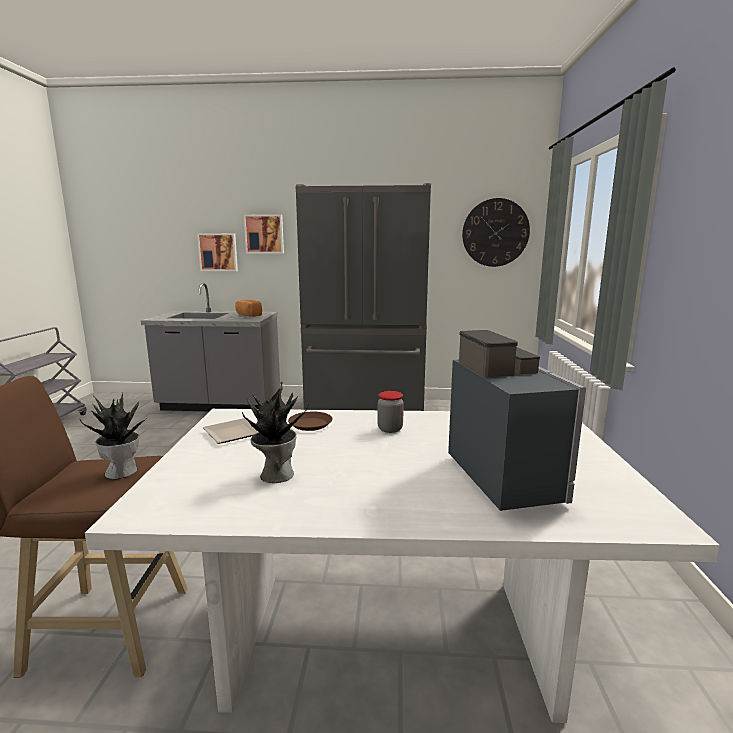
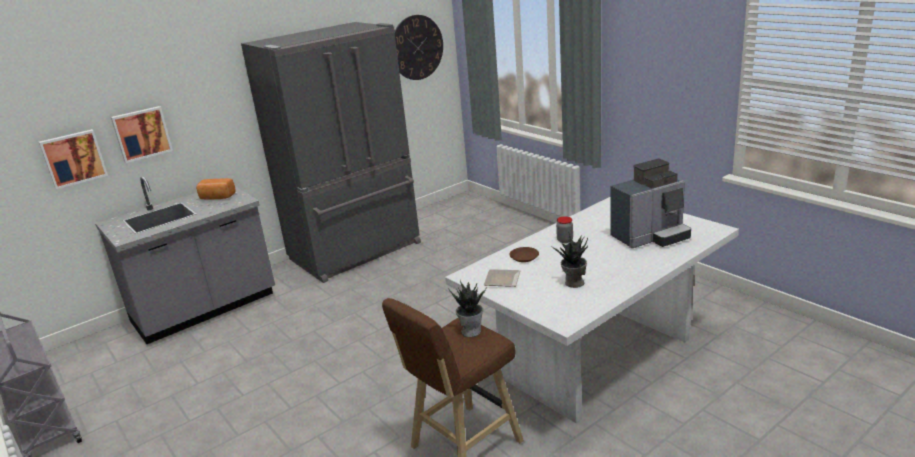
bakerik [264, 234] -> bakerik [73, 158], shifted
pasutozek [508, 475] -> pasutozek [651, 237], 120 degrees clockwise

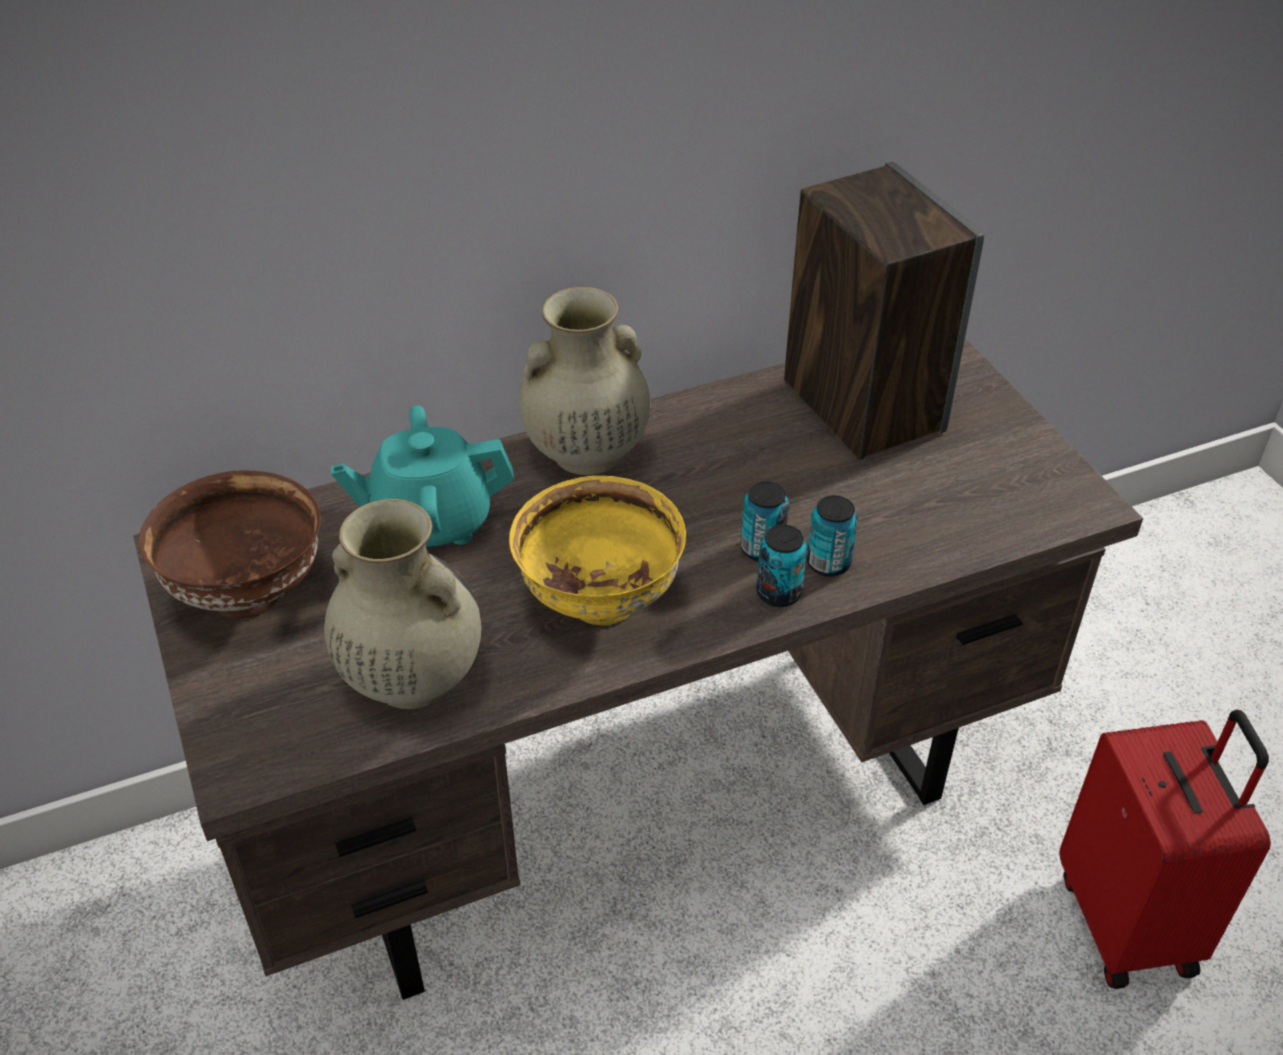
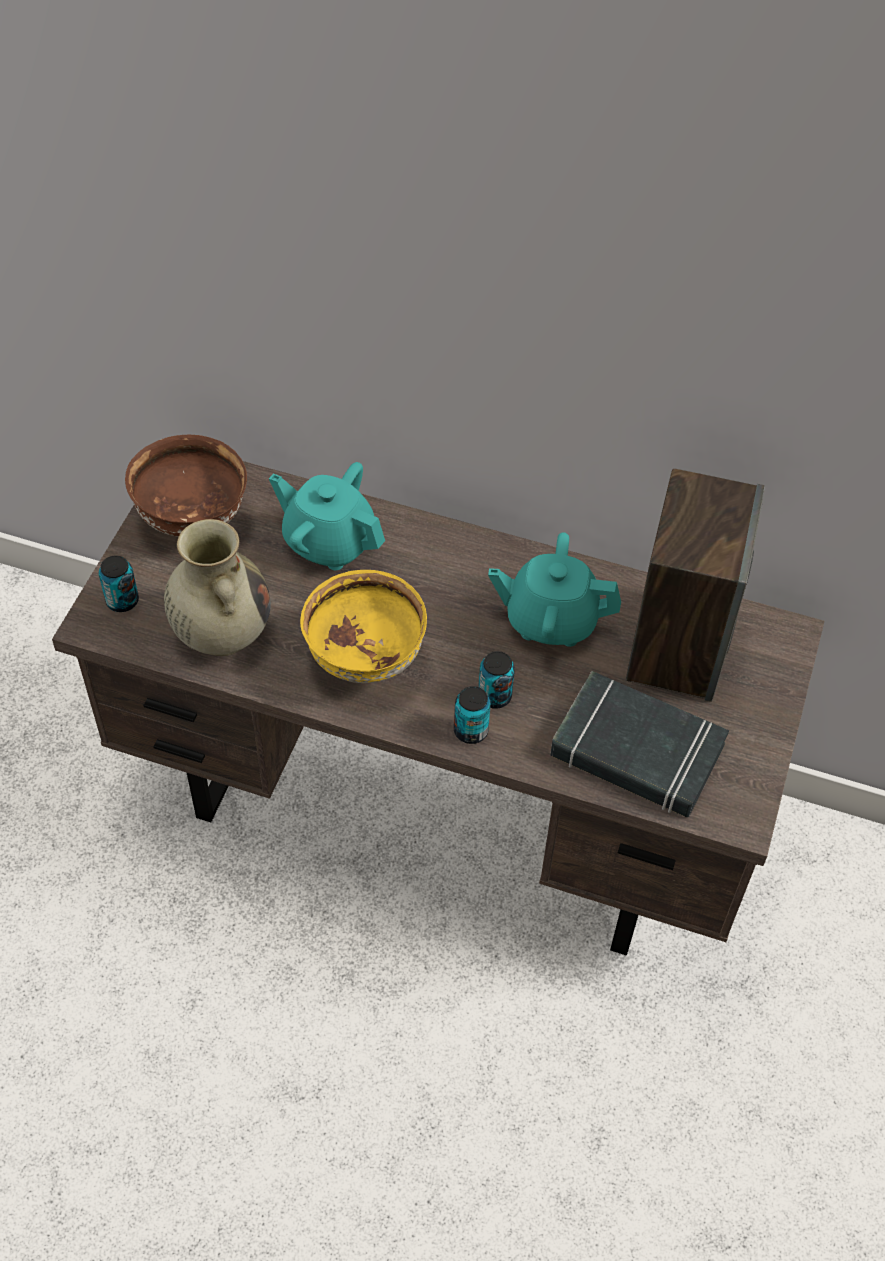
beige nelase [585, 453] -> none
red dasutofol [1129, 922] -> none
none -> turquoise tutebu [550, 620]
none -> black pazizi [636, 752]
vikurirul [828, 563] -> vikurirul [122, 601], shifted

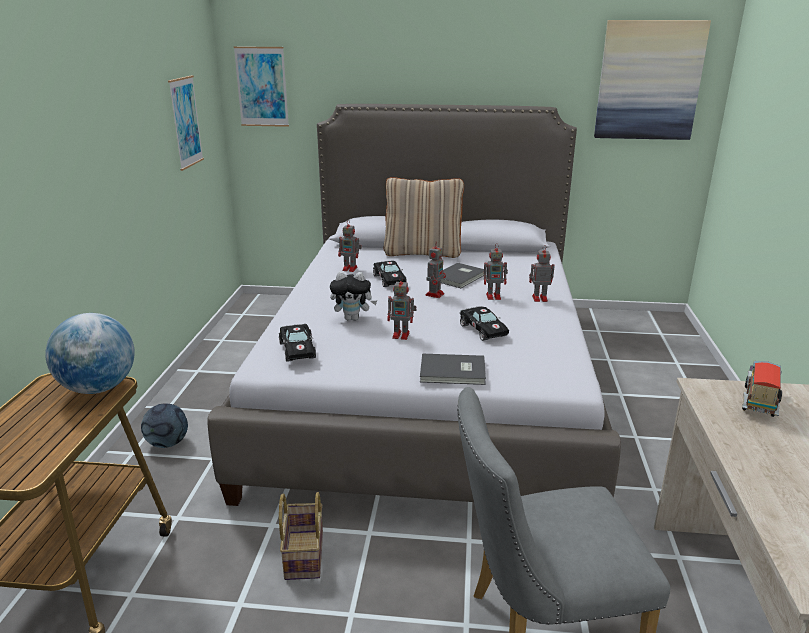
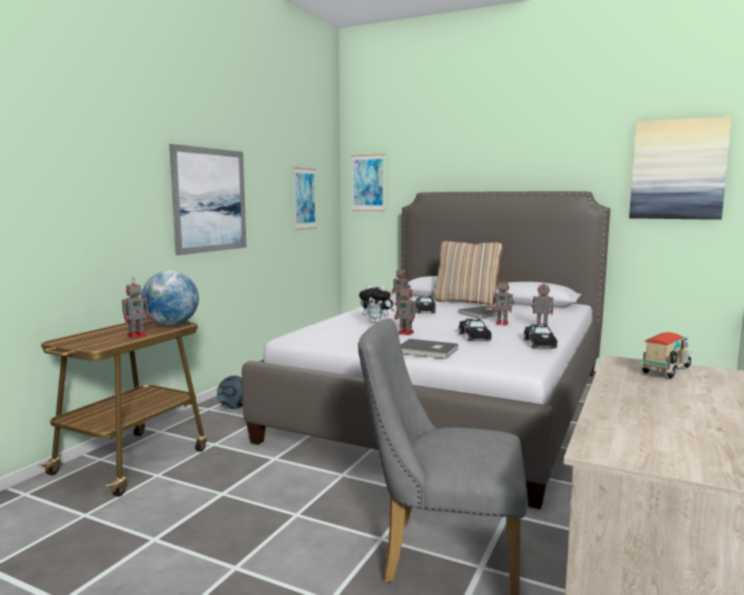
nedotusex [303, 554] -> none
none -> bakerik [210, 200]
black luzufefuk [297, 349] -> black luzufefuk [540, 343], shifted
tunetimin [435, 294] -> tunetimin [138, 335], shifted

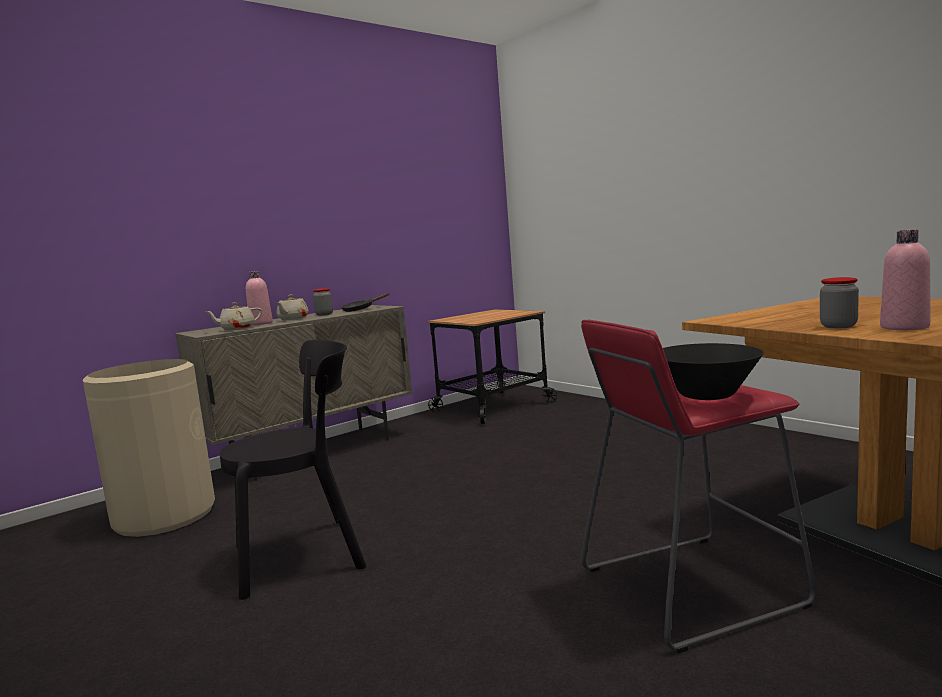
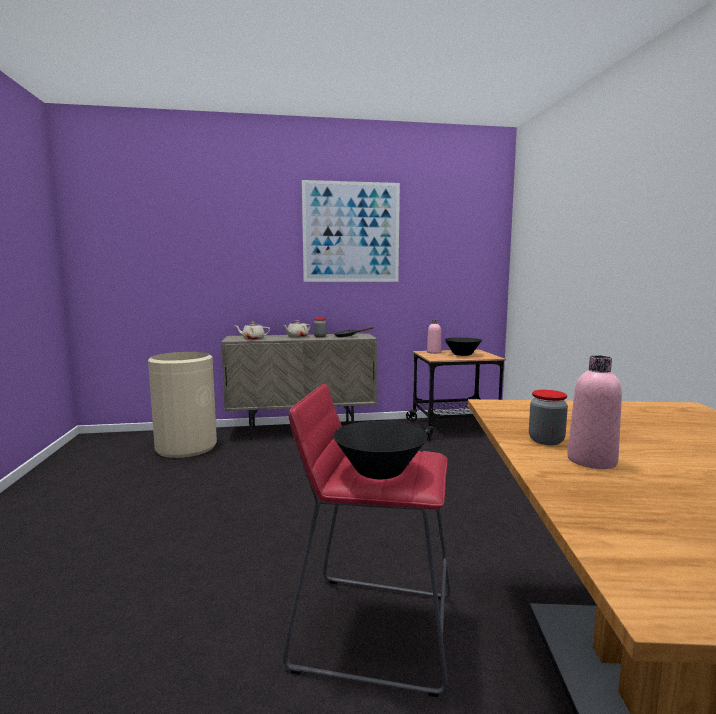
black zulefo [306, 554] -> none
none -> bakerik [351, 232]
none -> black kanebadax [462, 354]
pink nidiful [261, 323] -> pink nidiful [434, 352], shifted

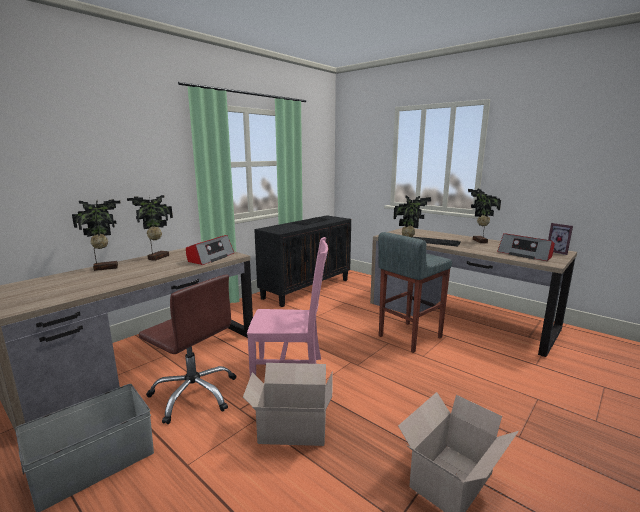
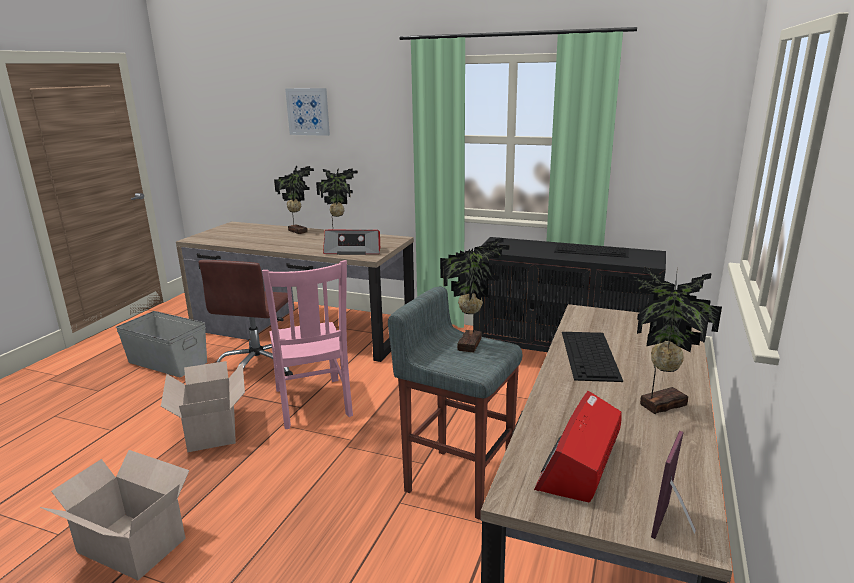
none -> bakerik [308, 111]

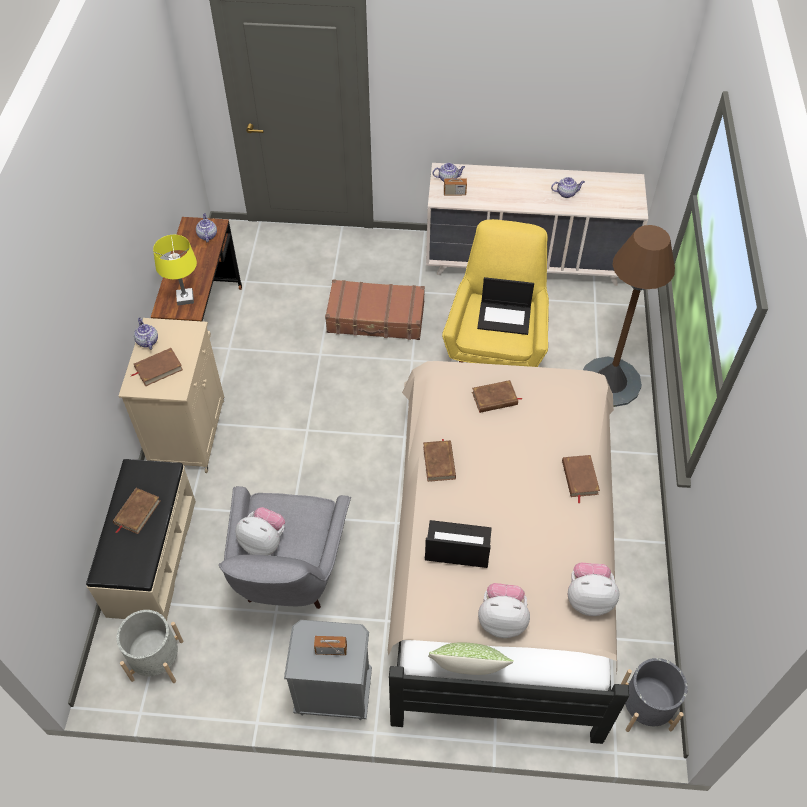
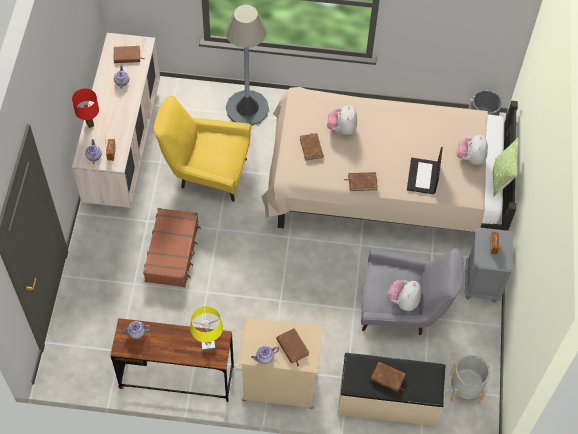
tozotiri [505, 317] -> none
none -> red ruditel [89, 124]
brown pazizi [579, 478] -> brown pazizi [127, 56], shifted
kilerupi [588, 598] -> kilerupi [342, 128], shifted
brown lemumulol [610, 382] -> grey lemumulol [247, 108]

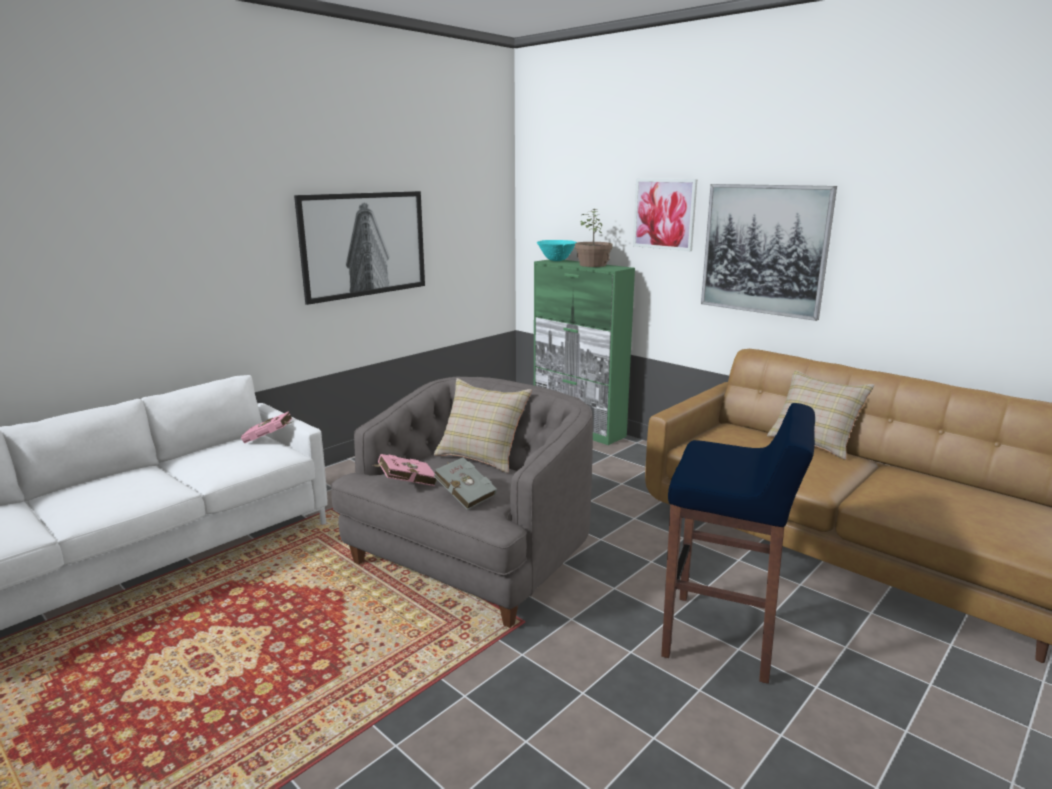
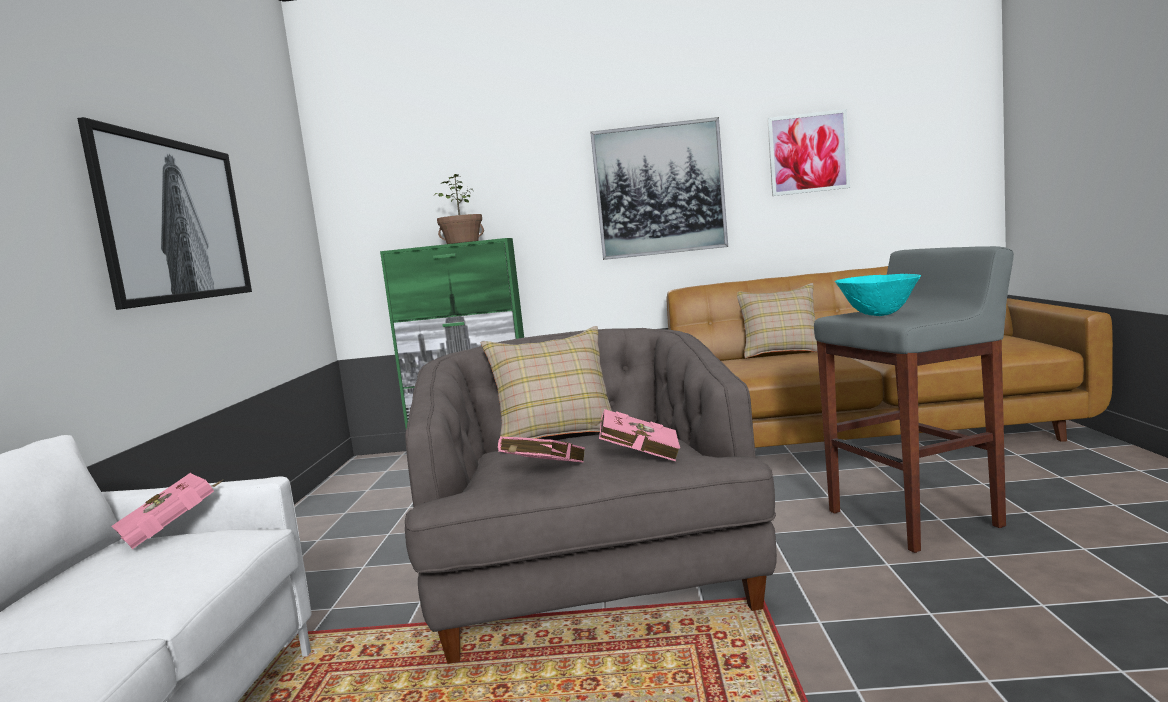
turquoise kanebadax [557, 260] -> turquoise kanebadax [878, 315], shifted
bakerik [664, 214] -> bakerik [808, 153], shifted
grey pazizi [464, 495] -> pink pazizi [636, 456]
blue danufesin [722, 637] -> grey danufesin [915, 518]

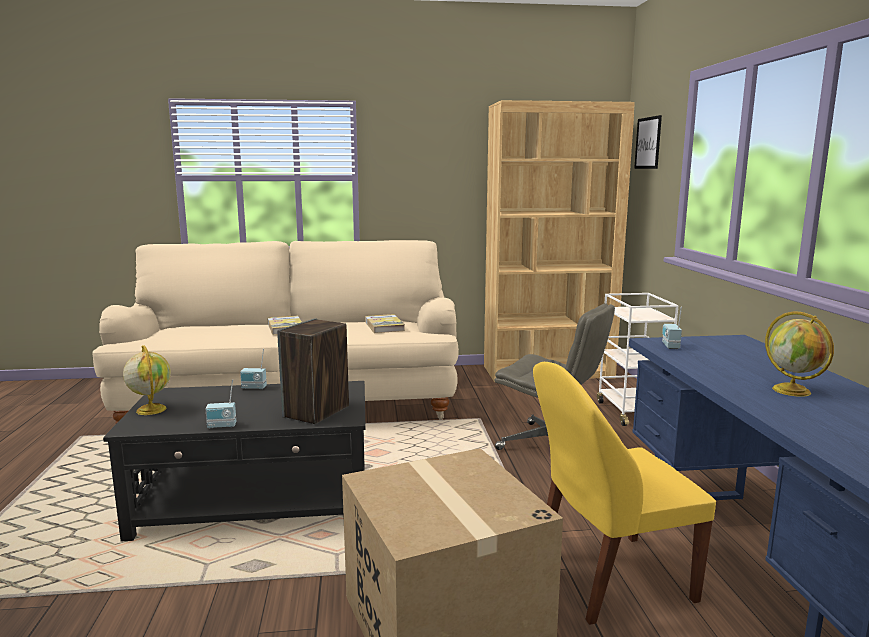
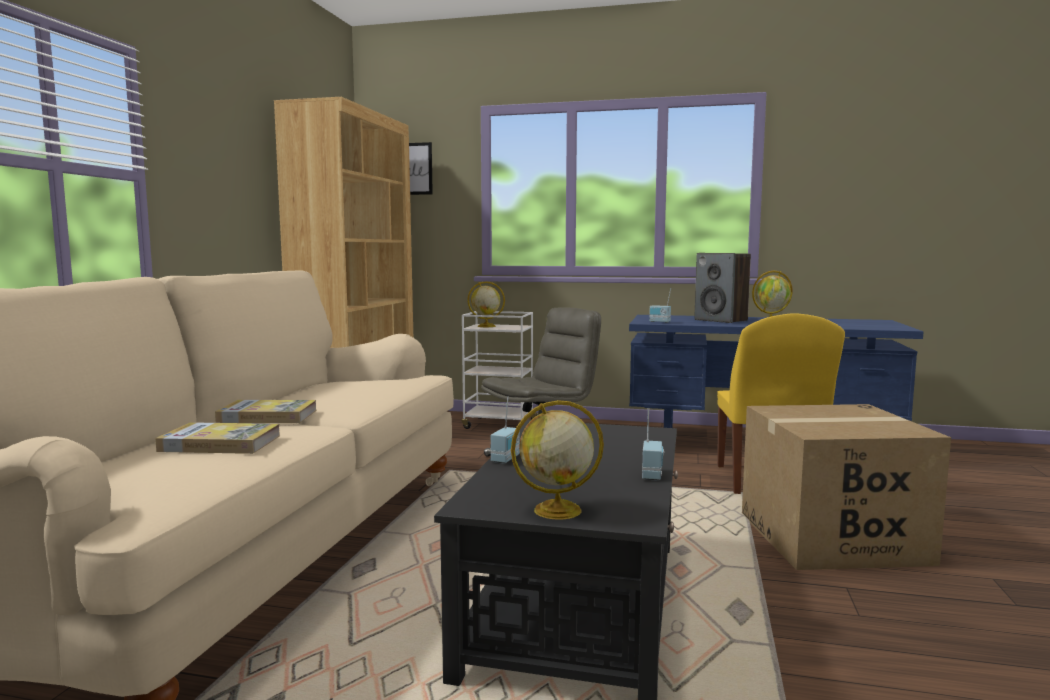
none -> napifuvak [485, 326]
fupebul [316, 412] -> fupebul [721, 320], shifted
pazizi [384, 326] -> pazizi [220, 443], shifted

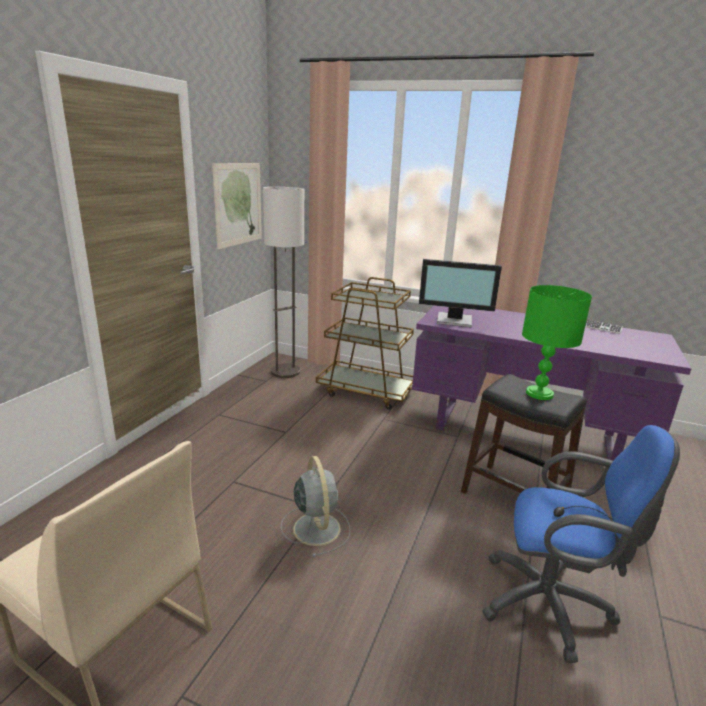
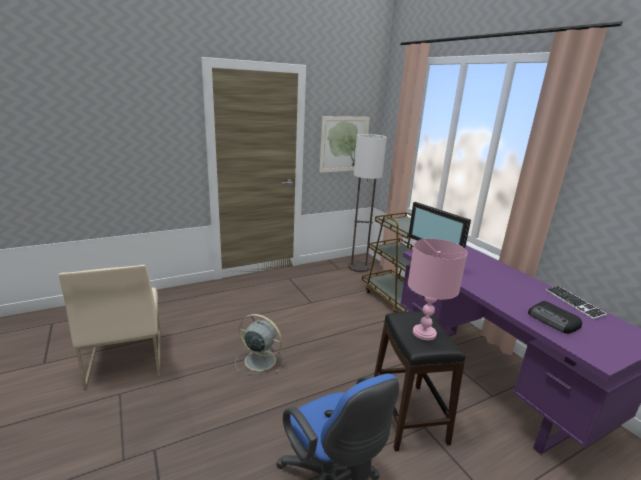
none -> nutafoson [553, 321]
green ruditel [539, 393] -> pink ruditel [424, 333]
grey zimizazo [316, 527] -> grey zimizazo [259, 360], 90 degrees counterclockwise

